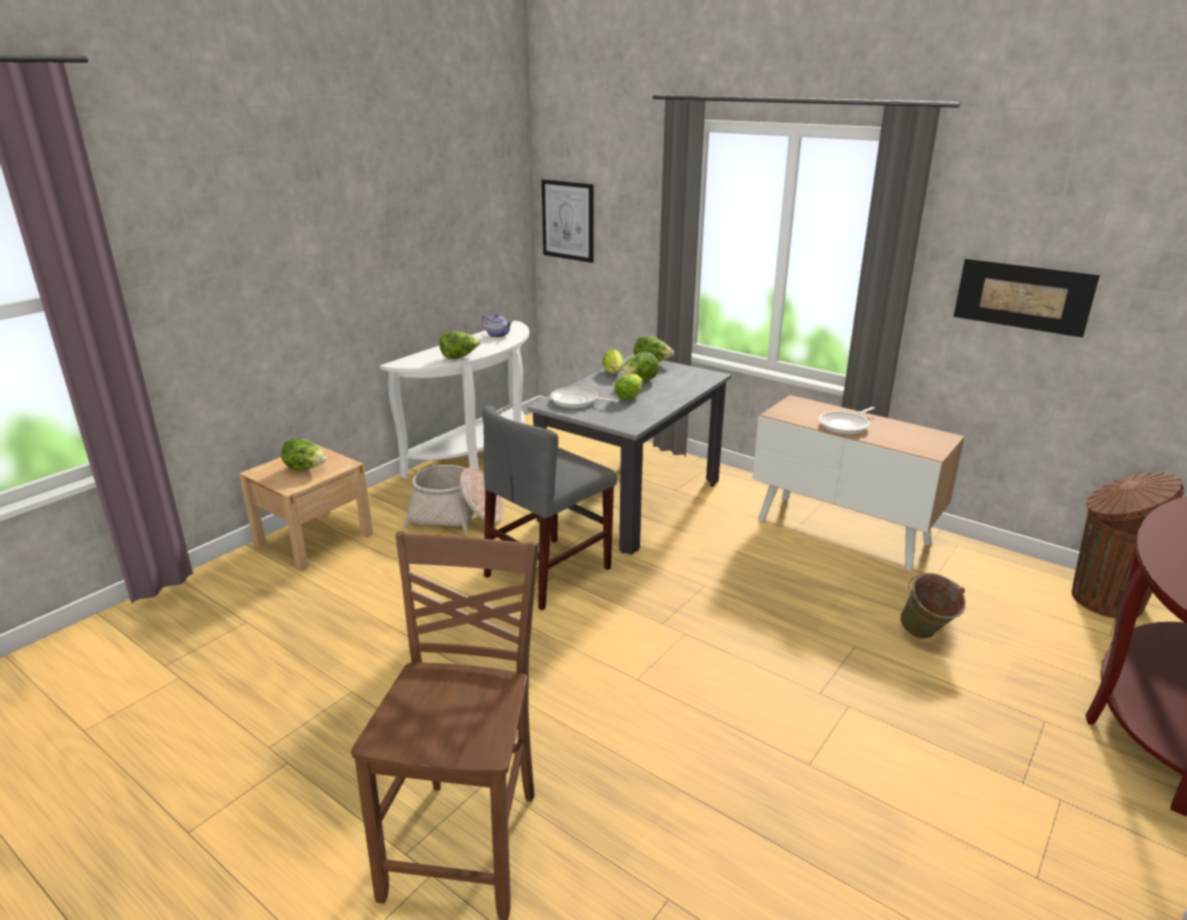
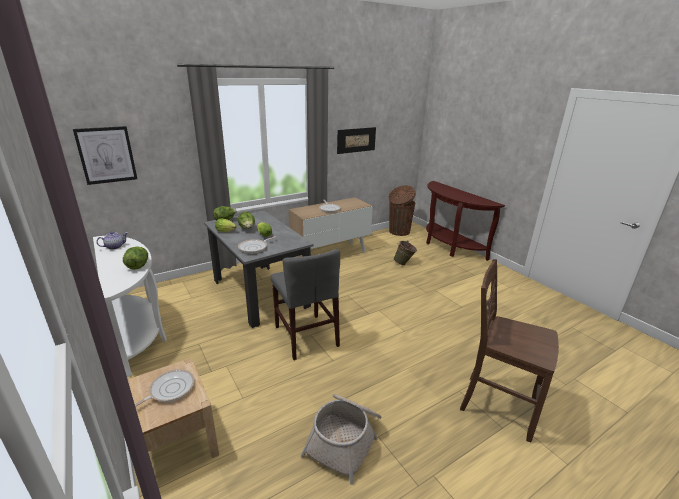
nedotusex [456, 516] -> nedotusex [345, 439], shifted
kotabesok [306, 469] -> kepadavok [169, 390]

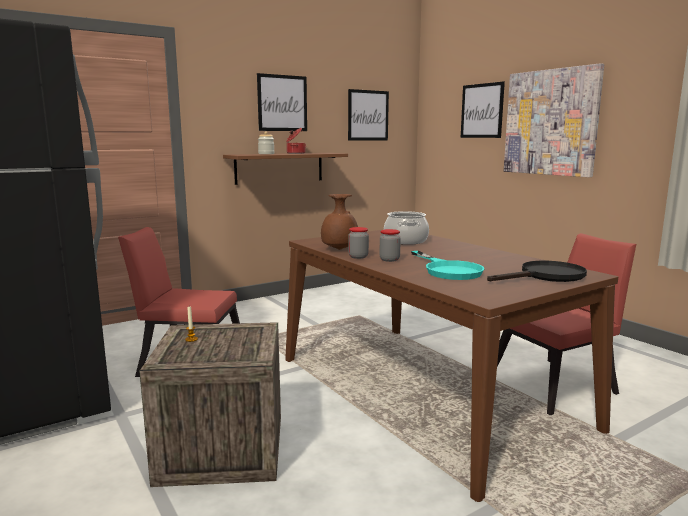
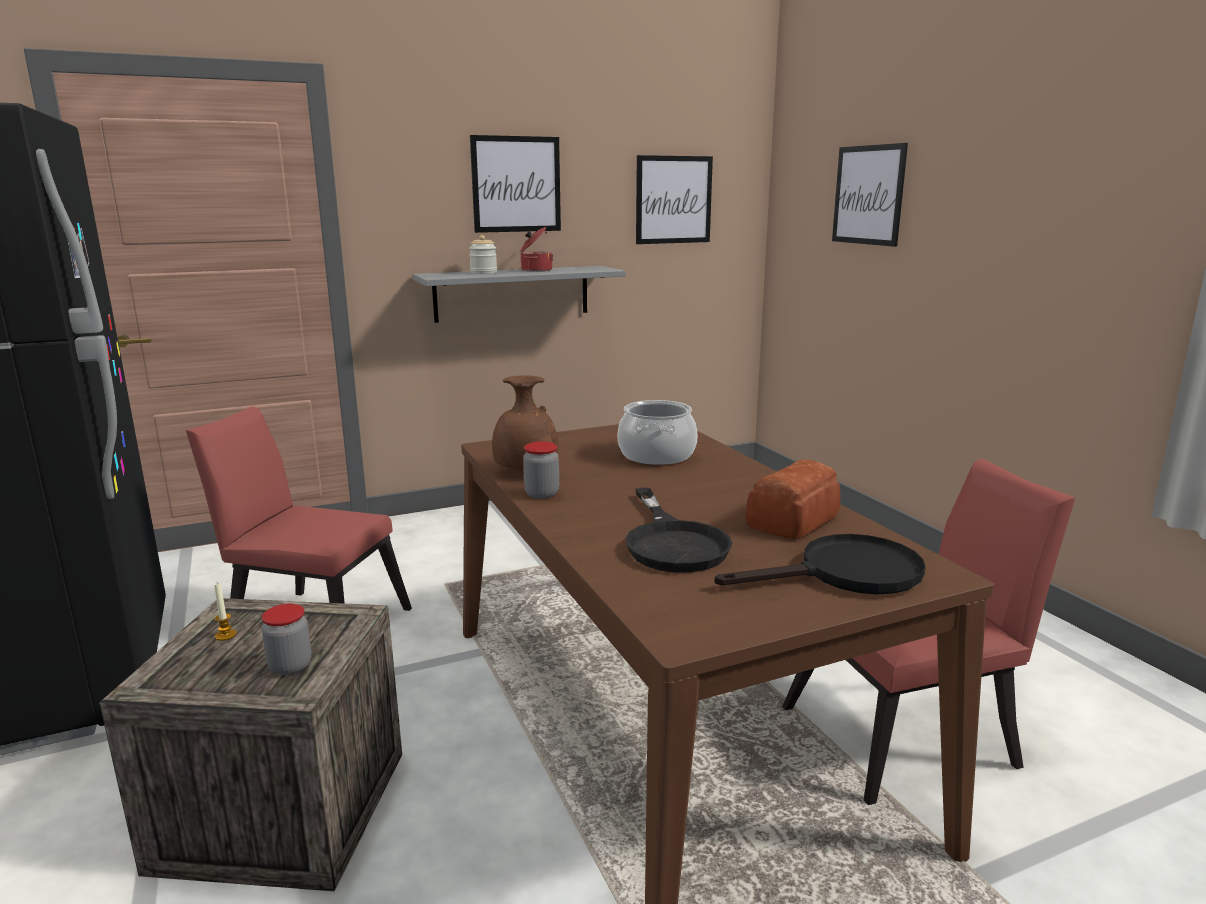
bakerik [551, 122] -> none
none -> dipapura [795, 520]
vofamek [389, 259] -> vofamek [290, 666], shifted
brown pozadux [279, 168] -> grey pozadux [512, 293]
turquoise kepadavok [448, 270] -> black kepadavok [673, 542]

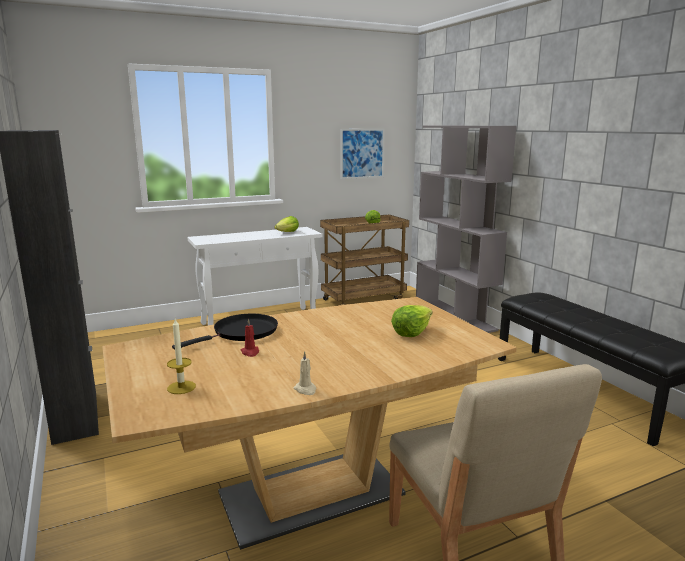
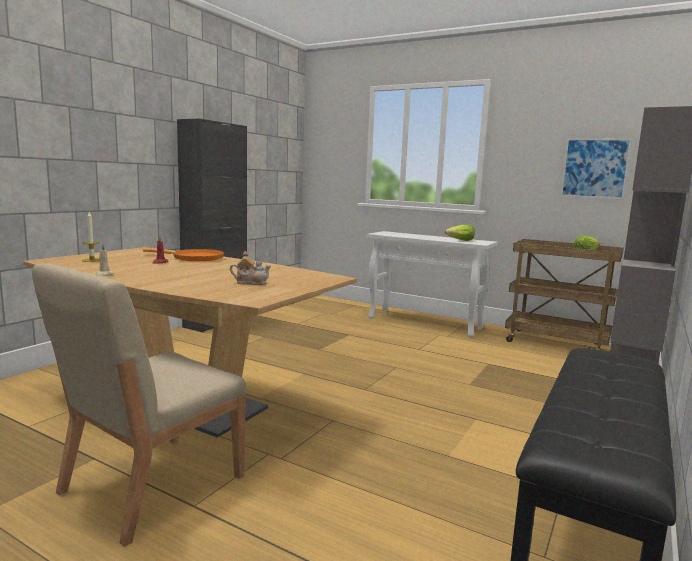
kotabesok [411, 332] -> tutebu [250, 282]
black kepadavok [242, 333] -> orange kepadavok [194, 258]

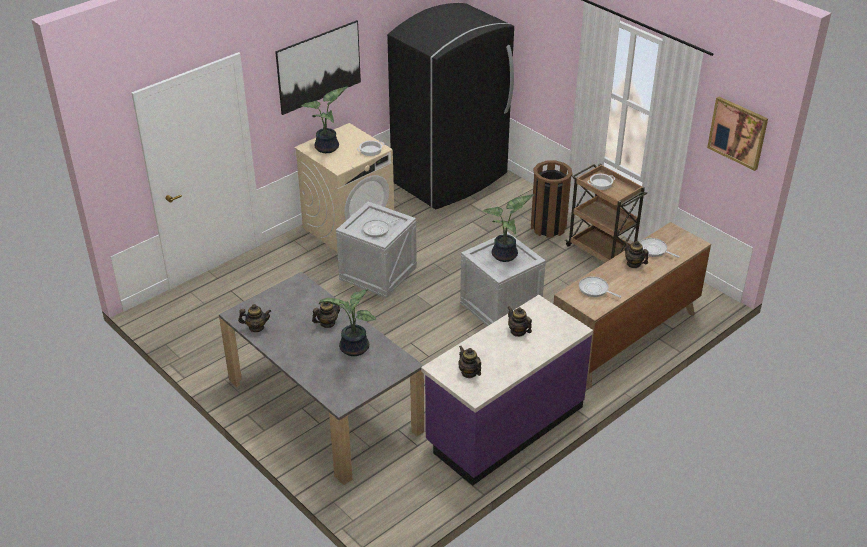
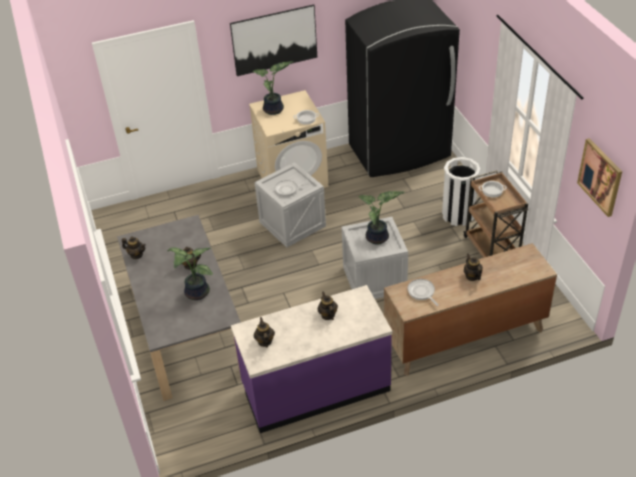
kepadavok [654, 250] -> none
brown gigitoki [548, 227] -> white gigitoki [458, 215]

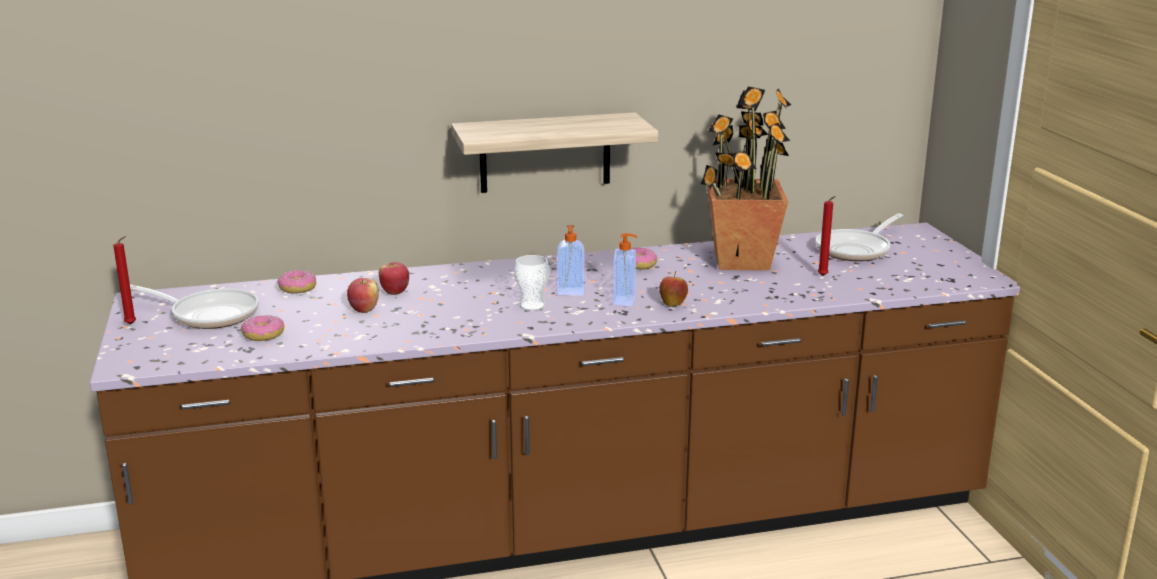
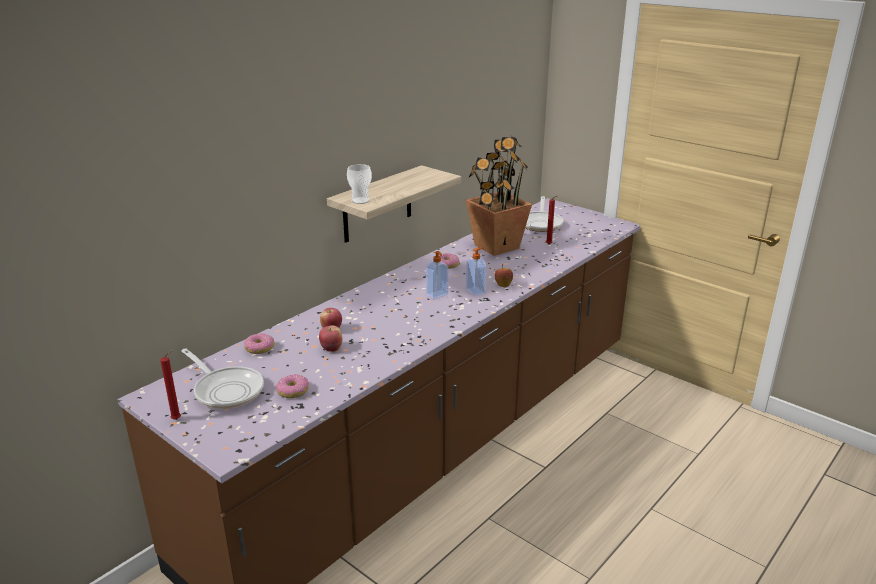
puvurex [532, 306] -> puvurex [360, 201], shifted
kepadavok [209, 314] -> kepadavok [226, 390], 60 degrees clockwise

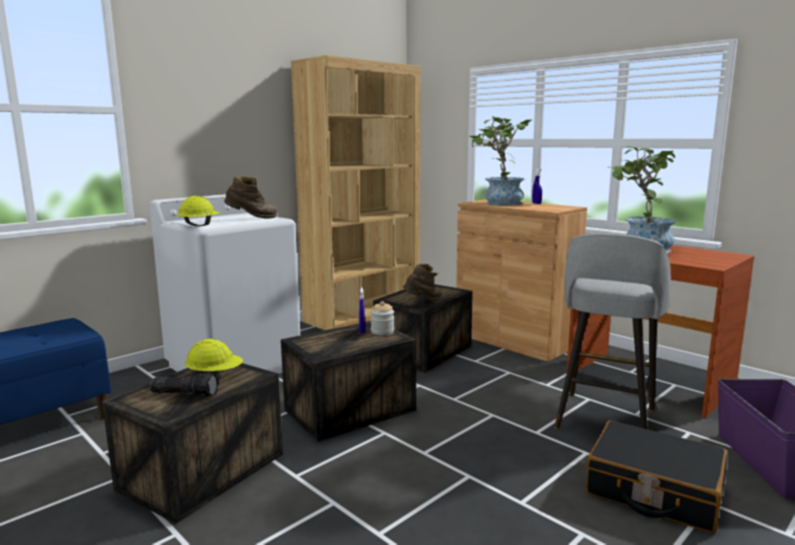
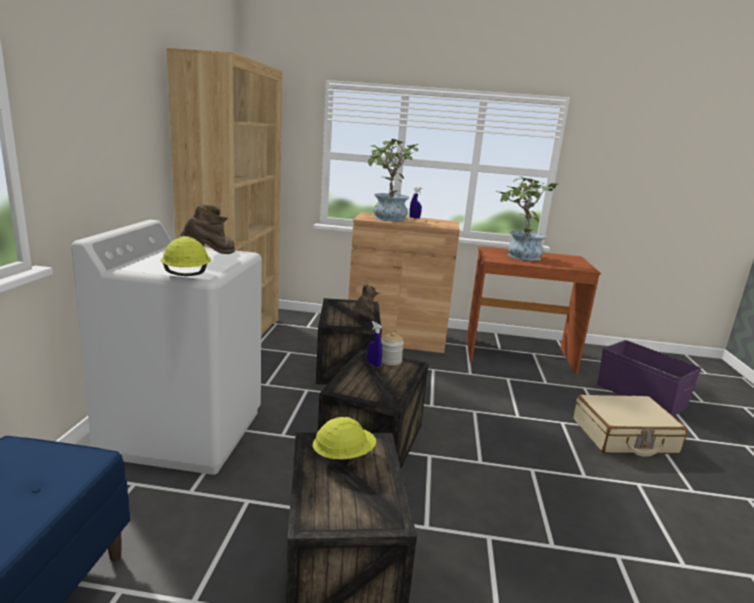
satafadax [186, 393] -> none
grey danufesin [604, 420] -> none
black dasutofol [653, 490] -> beige dasutofol [624, 436]

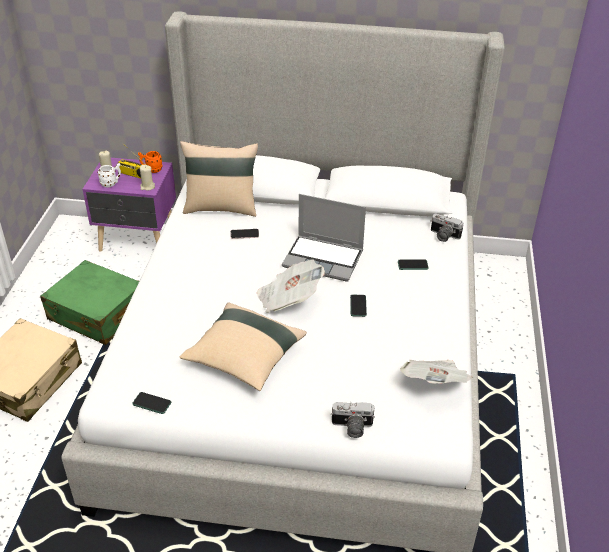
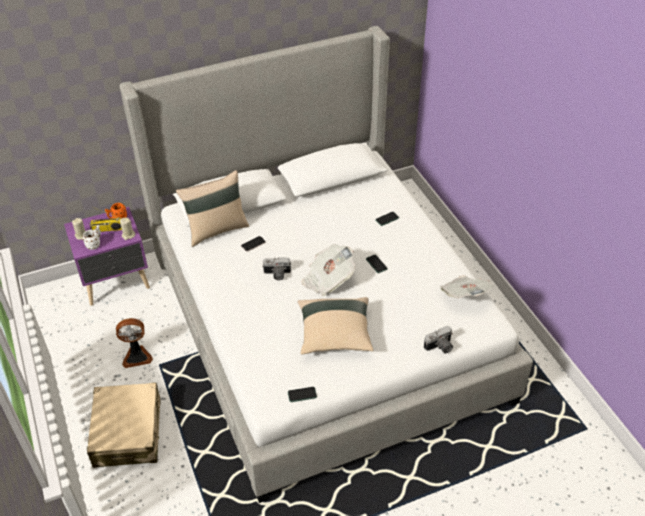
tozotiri [324, 259] -> none
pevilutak [443, 236] -> pevilutak [277, 274], shifted
green dasutofol [98, 314] -> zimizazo [137, 356]

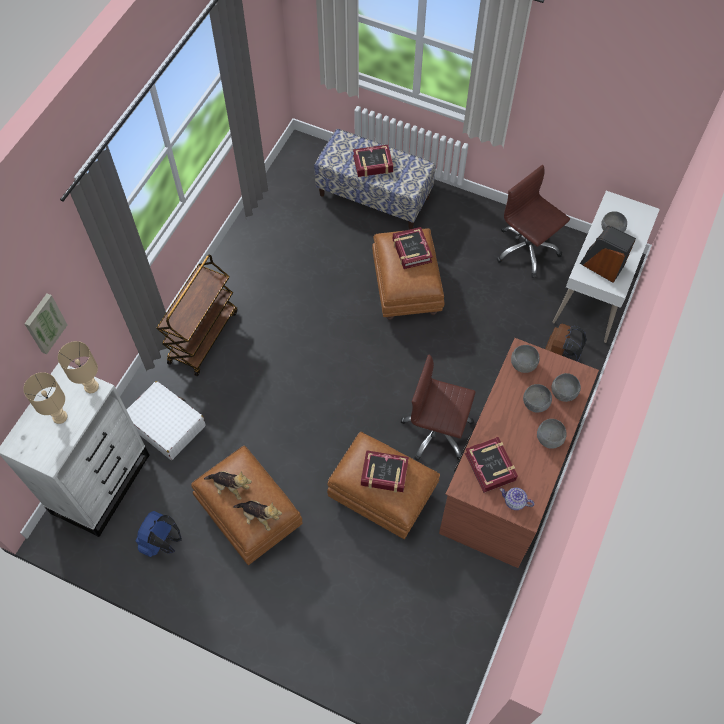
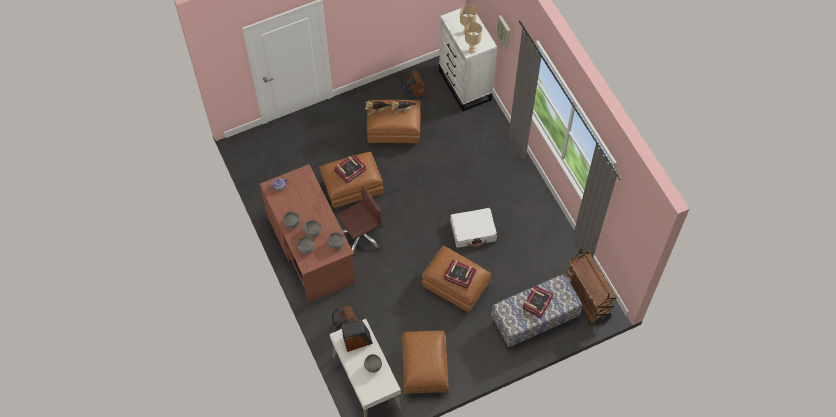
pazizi [490, 466] -> none
white dasutofol [166, 424] -> white dasutofol [473, 231], shifted
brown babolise [203, 336] -> brown babolise [587, 298], shifted
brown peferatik [526, 250] -> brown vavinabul [425, 370]
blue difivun [162, 542] -> brown difivun [413, 91]

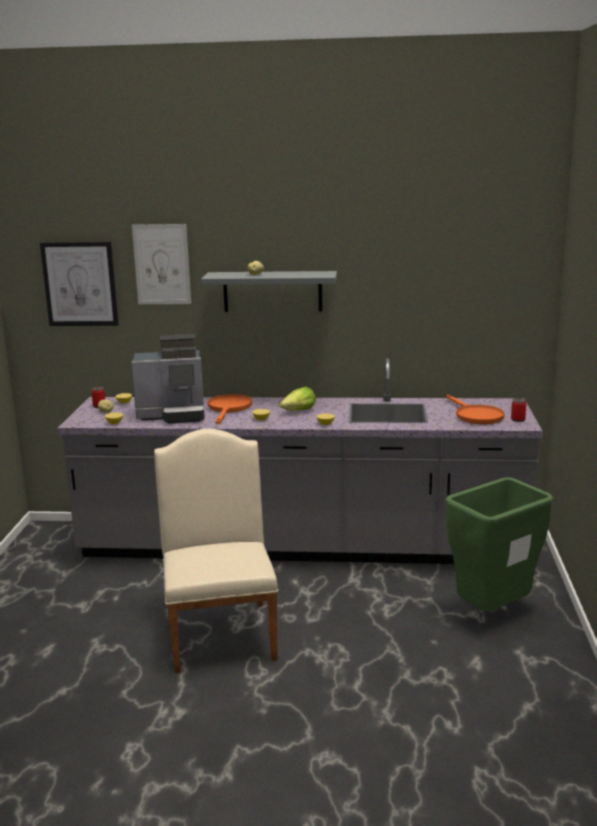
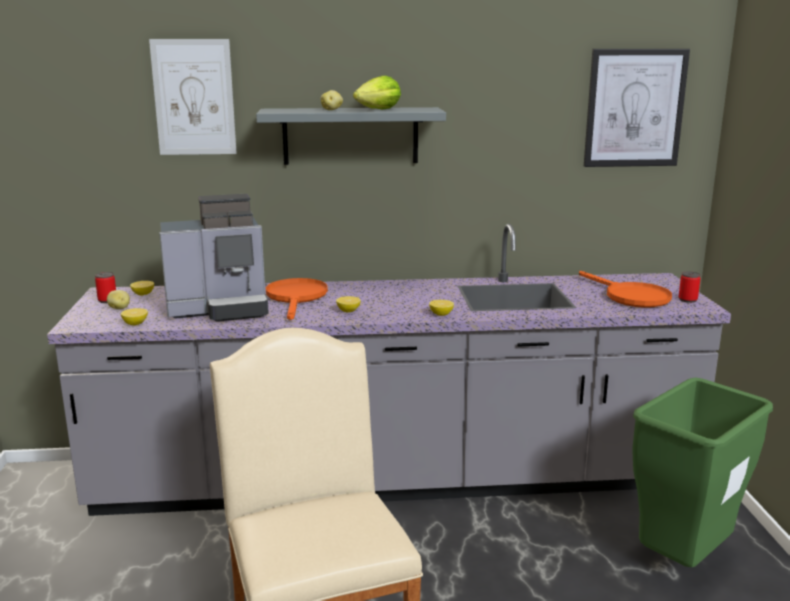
bakerik [80, 284] -> bakerik [634, 108], shifted
kotabesok [299, 411] -> kotabesok [378, 110], shifted

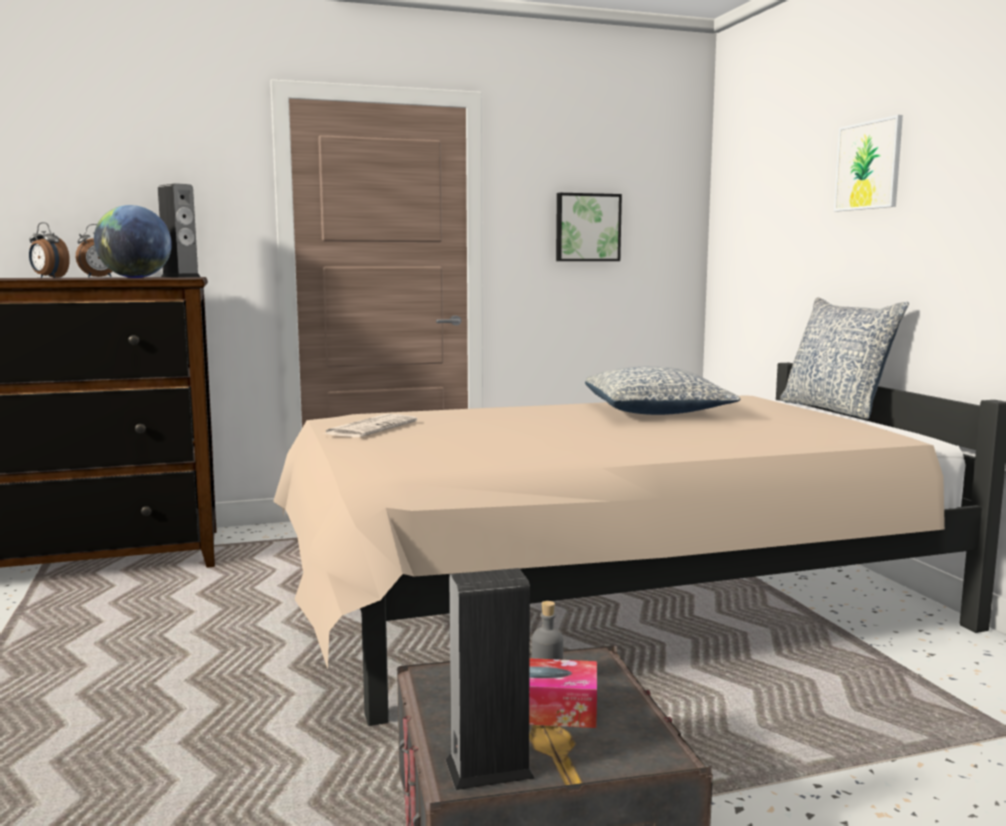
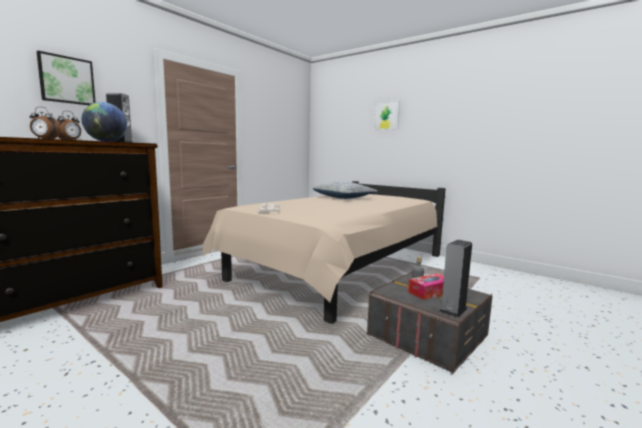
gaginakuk [836, 409] -> none
bakerik [587, 227] -> bakerik [66, 80], shifted

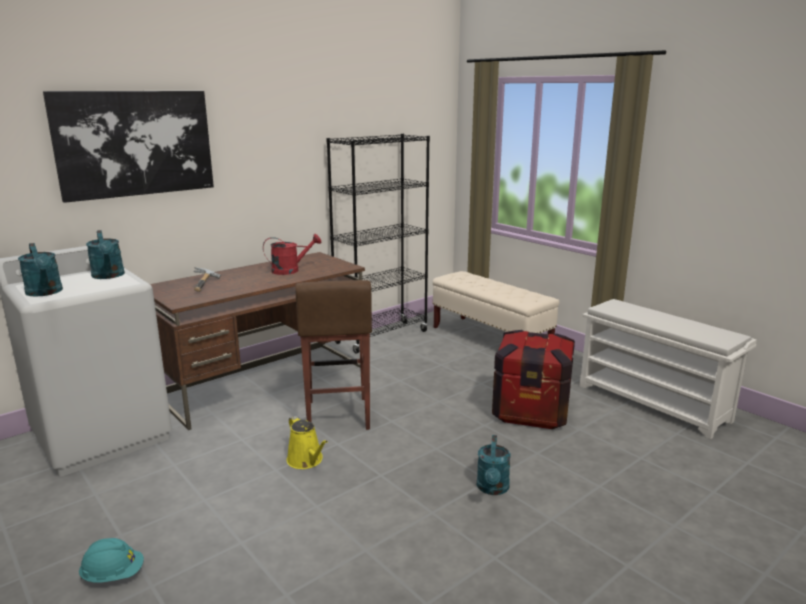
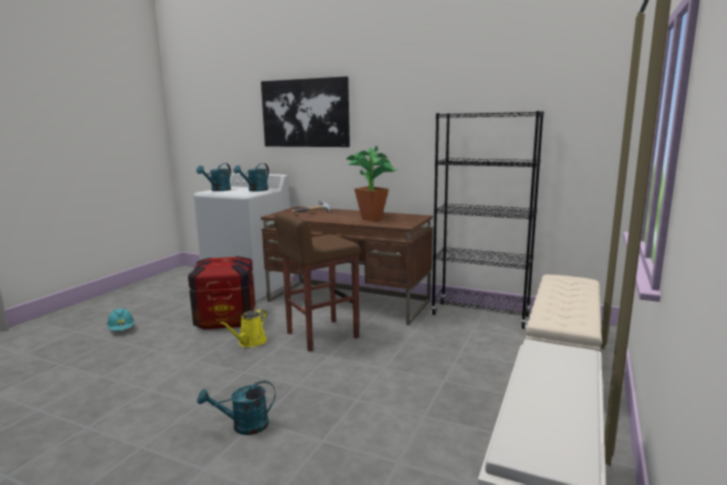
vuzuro [531, 411] -> vuzuro [226, 319], shifted
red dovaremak [290, 270] -> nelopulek [370, 218]

